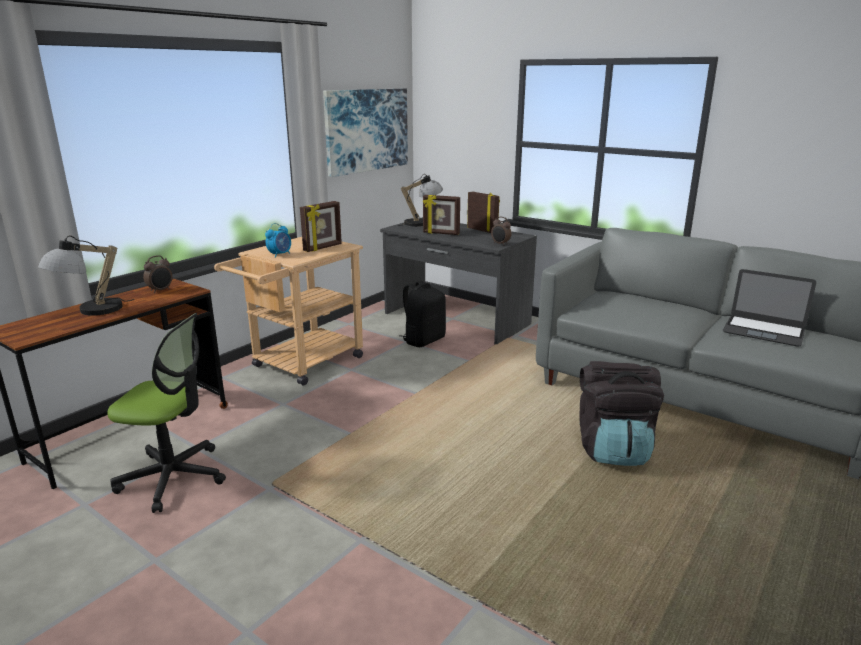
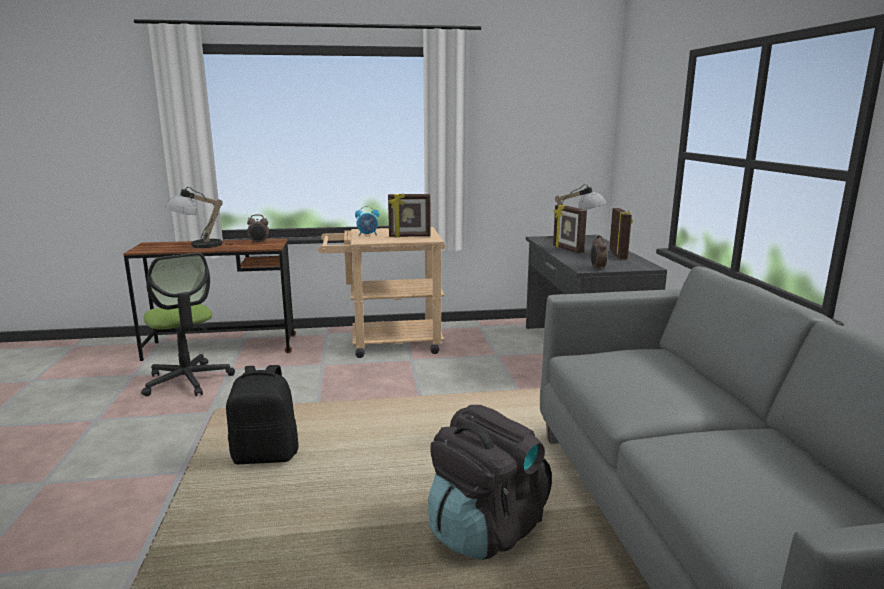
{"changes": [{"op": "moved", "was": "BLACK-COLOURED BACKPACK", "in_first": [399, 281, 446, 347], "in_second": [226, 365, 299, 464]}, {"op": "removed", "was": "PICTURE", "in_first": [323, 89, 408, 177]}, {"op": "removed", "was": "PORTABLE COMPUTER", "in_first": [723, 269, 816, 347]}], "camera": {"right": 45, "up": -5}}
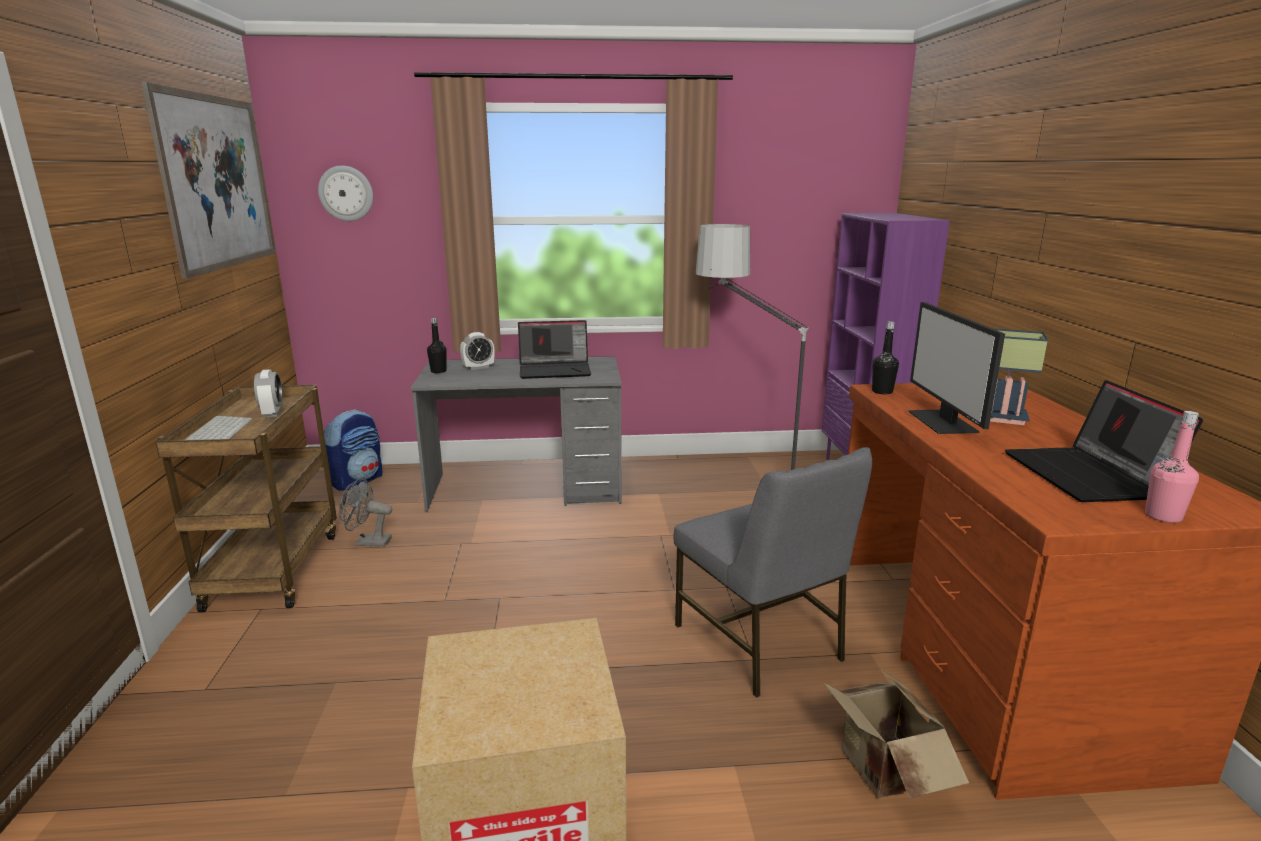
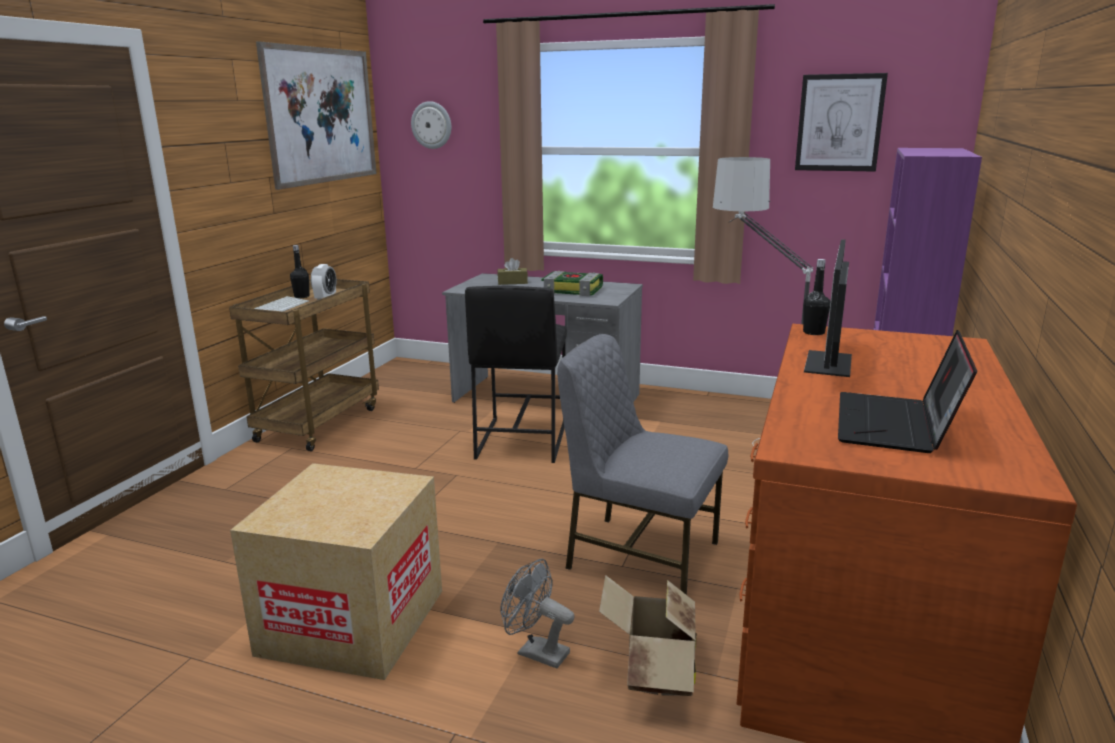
{"changes": [{"op": "moved", "was": "BLACK-COLOURED DRINK BOTTLE", "in_first": [427, 318, 447, 373], "in_second": [290, 245, 310, 298]}, {"op": "added", "now": "BLACK-COLOURED STOOL SEAT", "in_second": [465, 286, 567, 463]}, {"op": "replaced", "was": "TABLE CLOCK", "now": "BROWNISH TISSUE HOLDER", "in_first": [460, 332, 495, 370], "in_second": [497, 258, 528, 285]}, {"op": "moved", "was": "GREY FAN", "in_first": [339, 477, 392, 547], "in_second": [500, 559, 575, 668]}, {"op": "replaced", "was": "PORTABLE COMPUTER", "now": "BOUND BOOK", "in_first": [518, 320, 591, 379], "in_second": [541, 271, 603, 296]}, {"op": "turned", "was": "GREY UPRIGHT CHAIR", "in_first": [674, 447, 872, 698], "in_second": [557, 334, 728, 595], "clockwise": 120}, {"op": "added", "now": "PICTURE", "in_second": [795, 73, 888, 172]}, {"op": "removed", "was": "BACKPACK", "in_first": [324, 410, 383, 491]}, {"op": "removed", "was": "LAMP FOR A TABLE", "in_first": [990, 328, 1048, 425]}, {"op": "removed", "was": "PINKISH DRINK BOTTLE", "in_first": [1145, 411, 1199, 523]}], "camera": {"right": 25, "up": 0}}
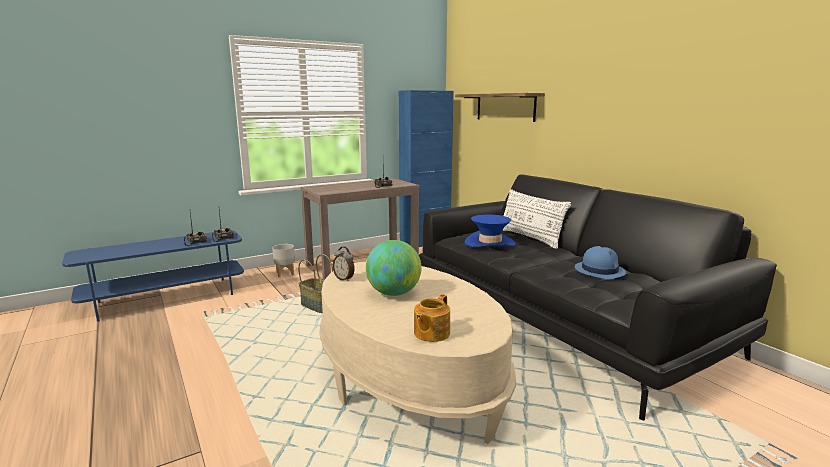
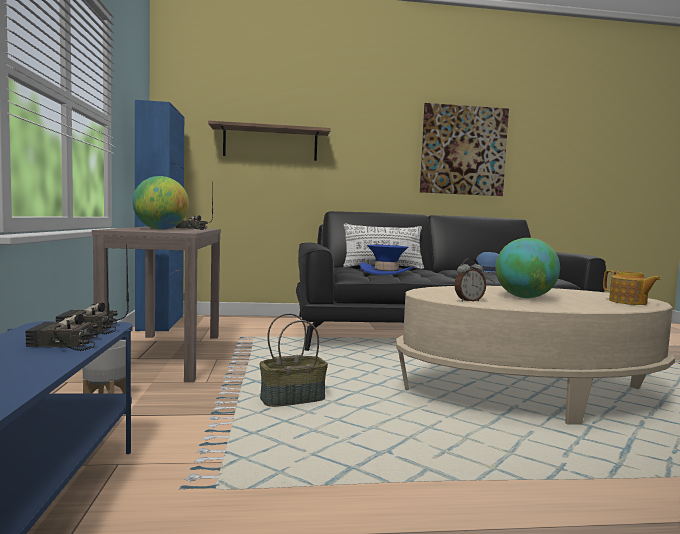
{"changes": [{"op": "added", "now": "GLOBE", "in_second": [133, 176, 189, 230]}, {"op": "added", "now": "PICTURE", "in_second": [420, 103, 509, 196]}], "camera": {"right": -65, "up": -10}}
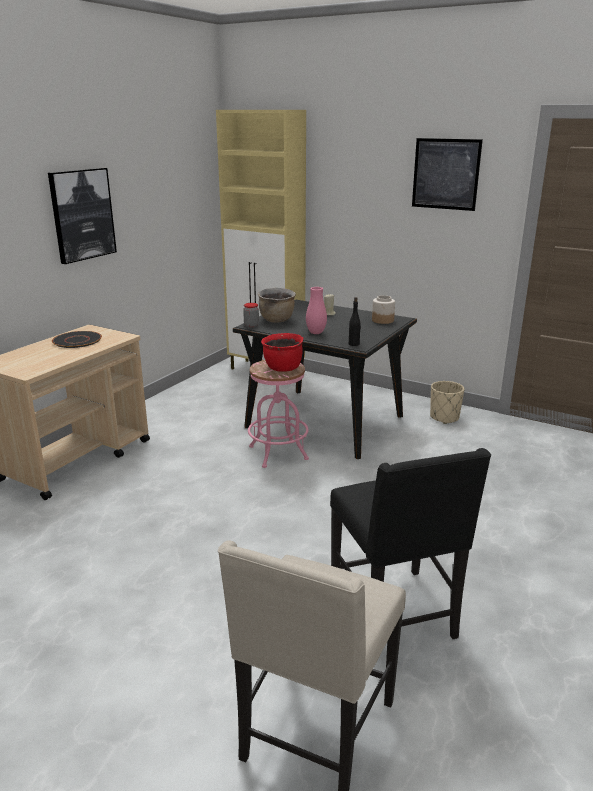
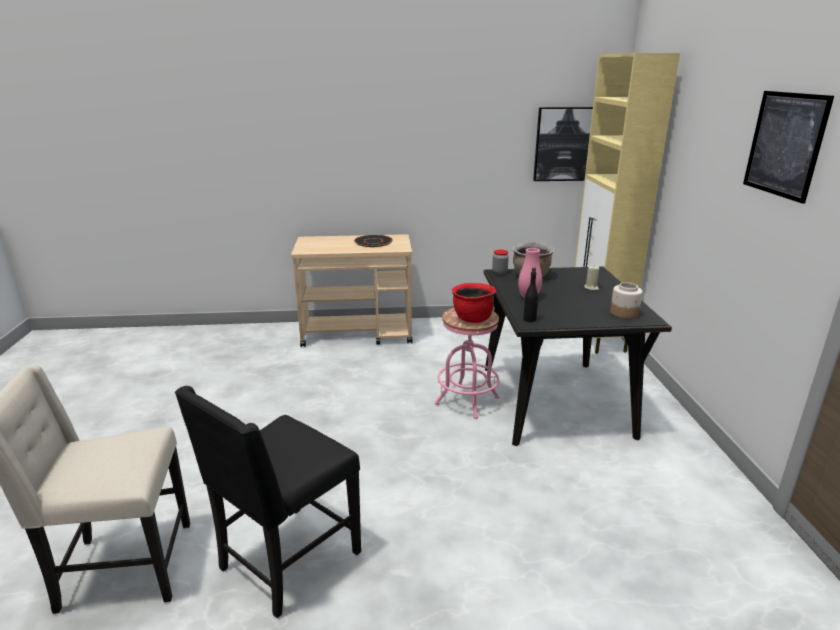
{"changes": [{"op": "moved", "was": "PICTURE", "in_first": [48, 168, 117, 264], "in_second": [533, 107, 593, 181]}, {"op": "removed", "was": "BEIGE-COLOURED PLANT POT", "in_first": [430, 381, 464, 424]}], "camera": {"right": 55, "up": 0}}
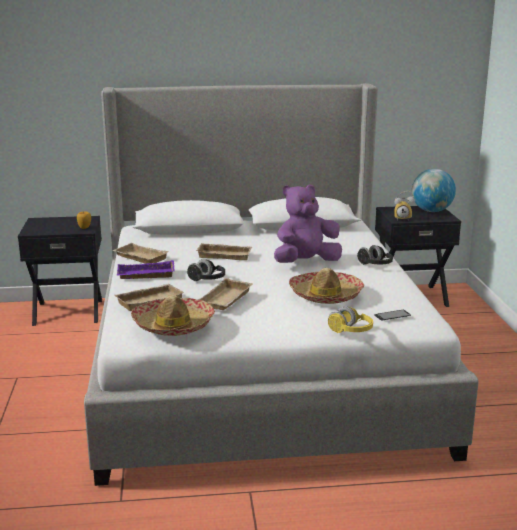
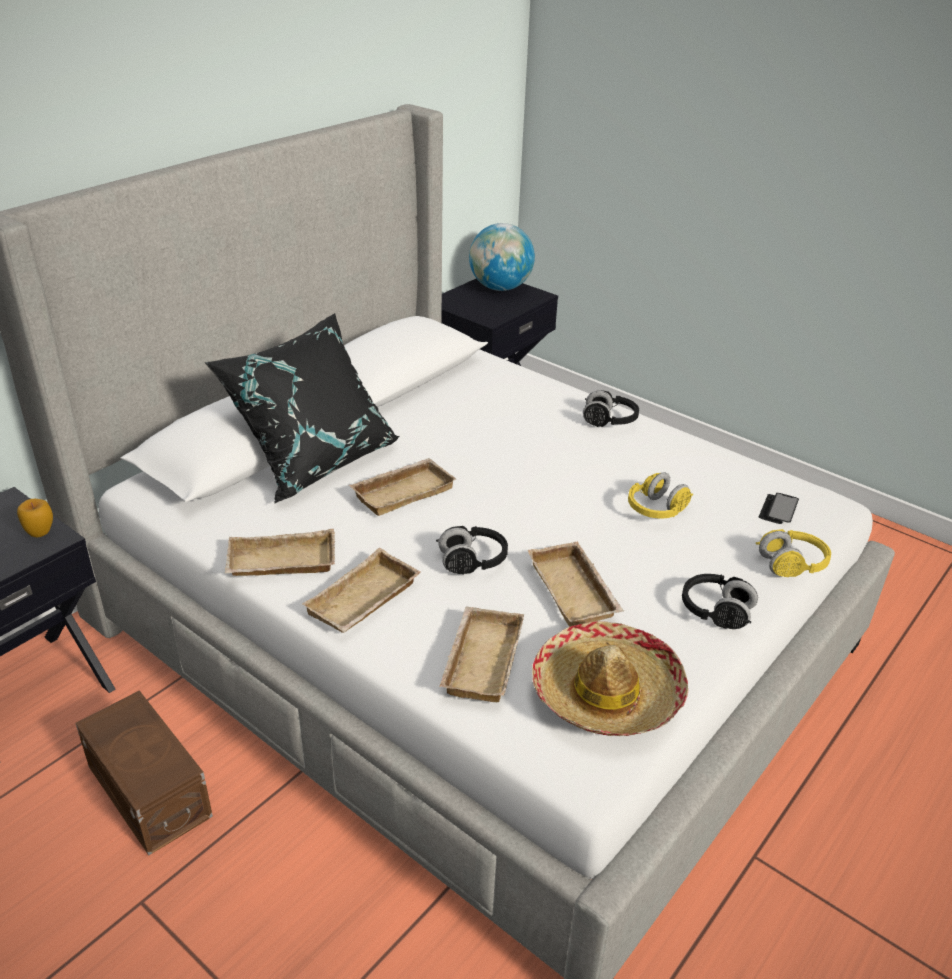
{"changes": [{"op": "added", "now": "BROWNISH STORAGE BIN", "in_second": [75, 690, 213, 856]}, {"op": "added", "now": "BLACK-COLOURED THROW PILLOW", "in_second": [205, 313, 400, 503]}, {"op": "recoloured", "was": "PURPLISH SERVING TRAY", "now": "BEIGE-COLOURED SERVING TRAY", "in_first": [117, 260, 175, 279], "in_second": [302, 548, 420, 633]}, {"op": "replaced", "was": "WEARABLE HAT", "now": "YELLOW-COLOURED HEADSET", "in_first": [289, 268, 364, 304], "in_second": [628, 472, 693, 519]}, {"op": "added", "now": "BLACK-COLOURED HEADSET", "in_second": [682, 574, 758, 629]}, {"op": "removed", "was": "PURPLISH CUDDLY TOY", "in_first": [274, 185, 342, 263]}, {"op": "removed", "was": "TABLE CLOCK", "in_first": [394, 191, 415, 221]}], "camera": {"right": -45, "up": 15}}
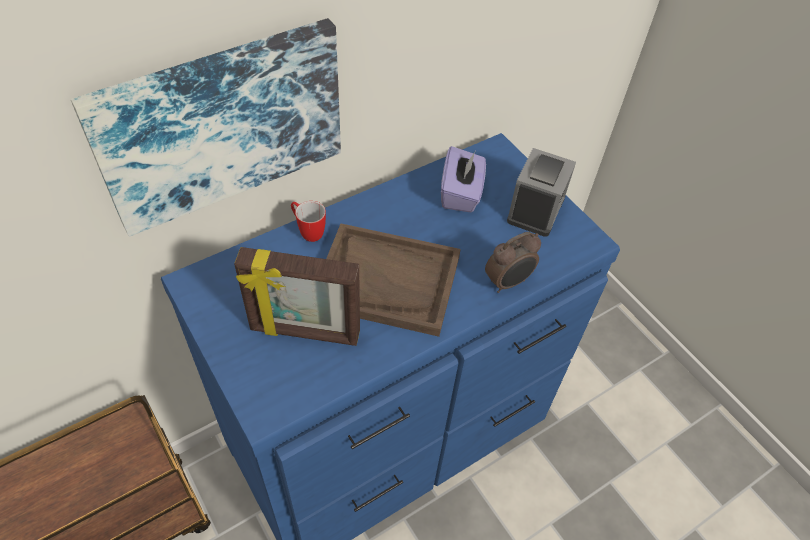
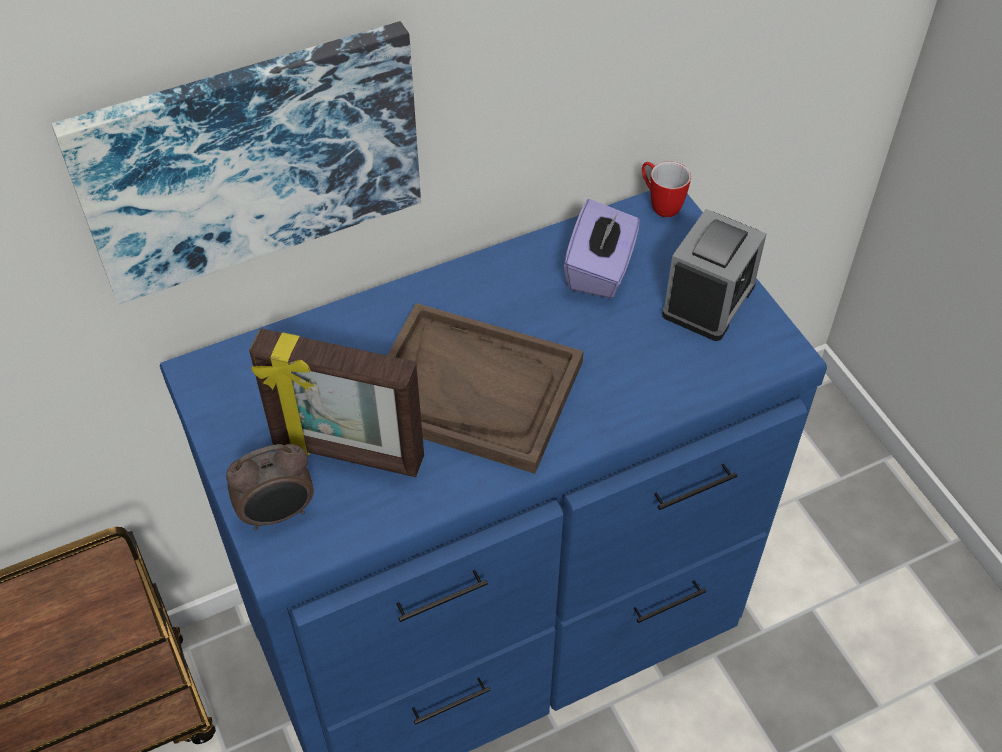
{"changes": [{"op": "moved", "was": "TABLE CLOCK", "in_first": [485, 232, 541, 293], "in_second": [226, 444, 314, 530]}, {"op": "moved", "was": "COFFEE MUG", "in_first": [291, 201, 326, 242], "in_second": [642, 161, 691, 217]}], "camera": {"right": 10, "up": 0}}
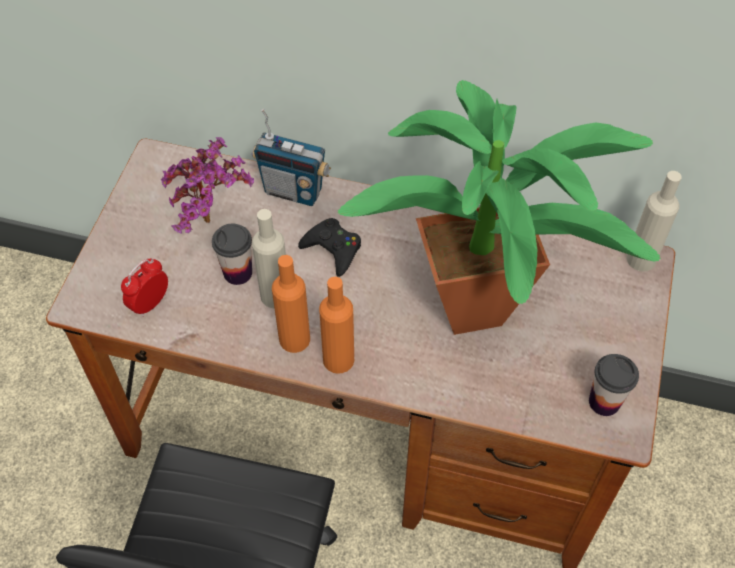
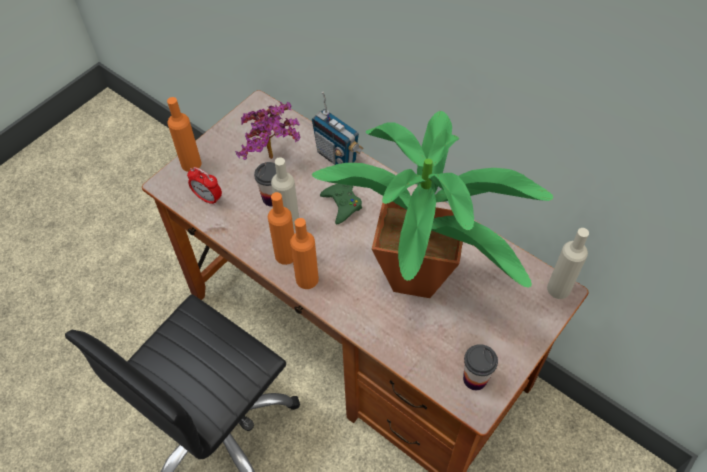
{"changes": [{"op": "added", "now": "ORANGEY DRINK BOTTLE", "in_second": [167, 97, 202, 172]}, {"op": "turned", "was": "TABLE CLOCK", "in_first": [121, 258, 168, 317], "in_second": [187, 167, 222, 205], "clockwise": -120}, {"op": "recoloured", "was": "BLACK-COLOURED GAMEPAD", "now": "GREEN GAMEPAD", "in_first": [298, 218, 361, 277], "in_second": [320, 184, 362, 224]}], "camera": {"right": 25, "up": 0}}
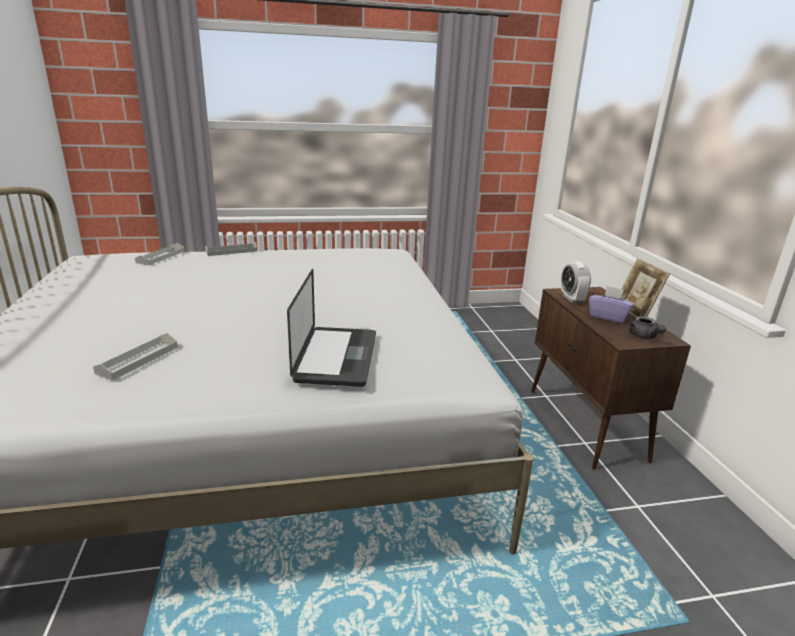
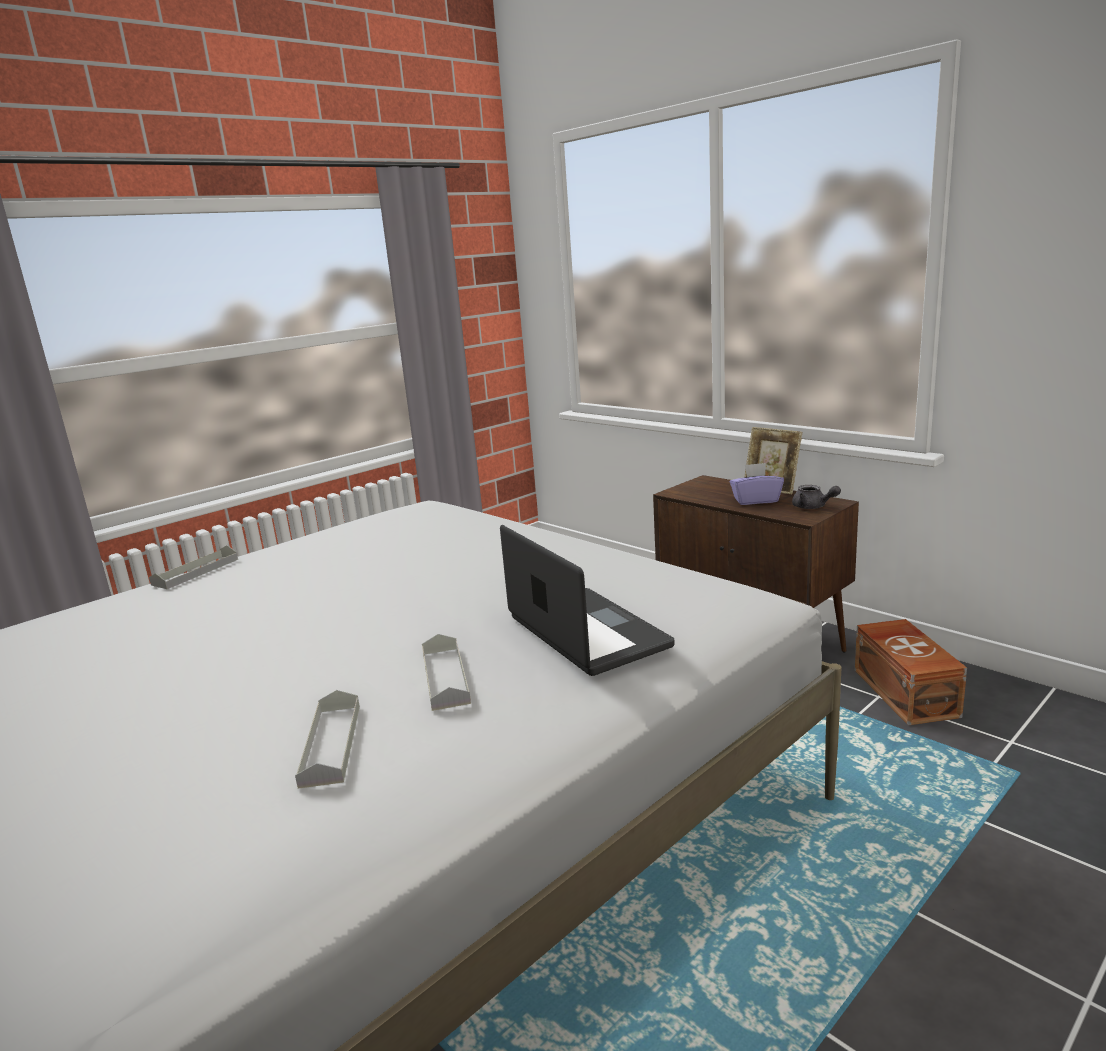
{"changes": [{"op": "moved", "was": "GREY SERVING TRAY", "in_first": [135, 243, 184, 265], "in_second": [422, 634, 471, 711]}, {"op": "added", "now": "BROWNISH STORAGE BIN", "in_second": [855, 619, 967, 725]}, {"op": "removed", "was": "TABLE CLOCK", "in_first": [561, 262, 591, 303]}], "camera": {"right": -30, "up": -5}}
